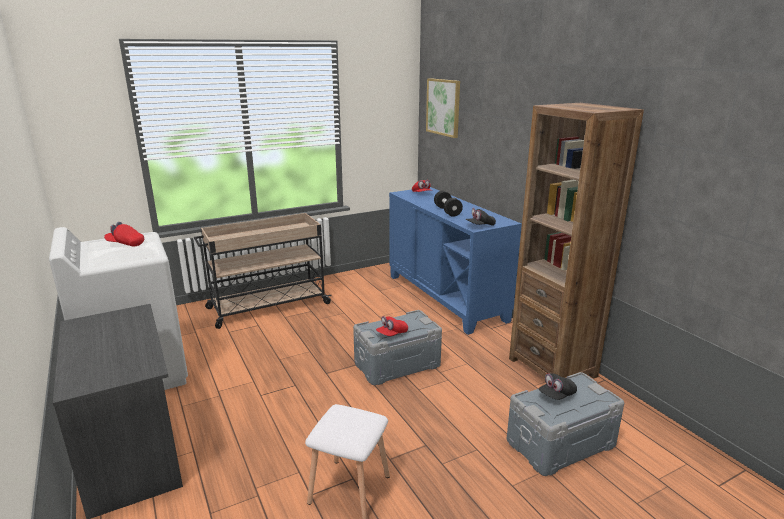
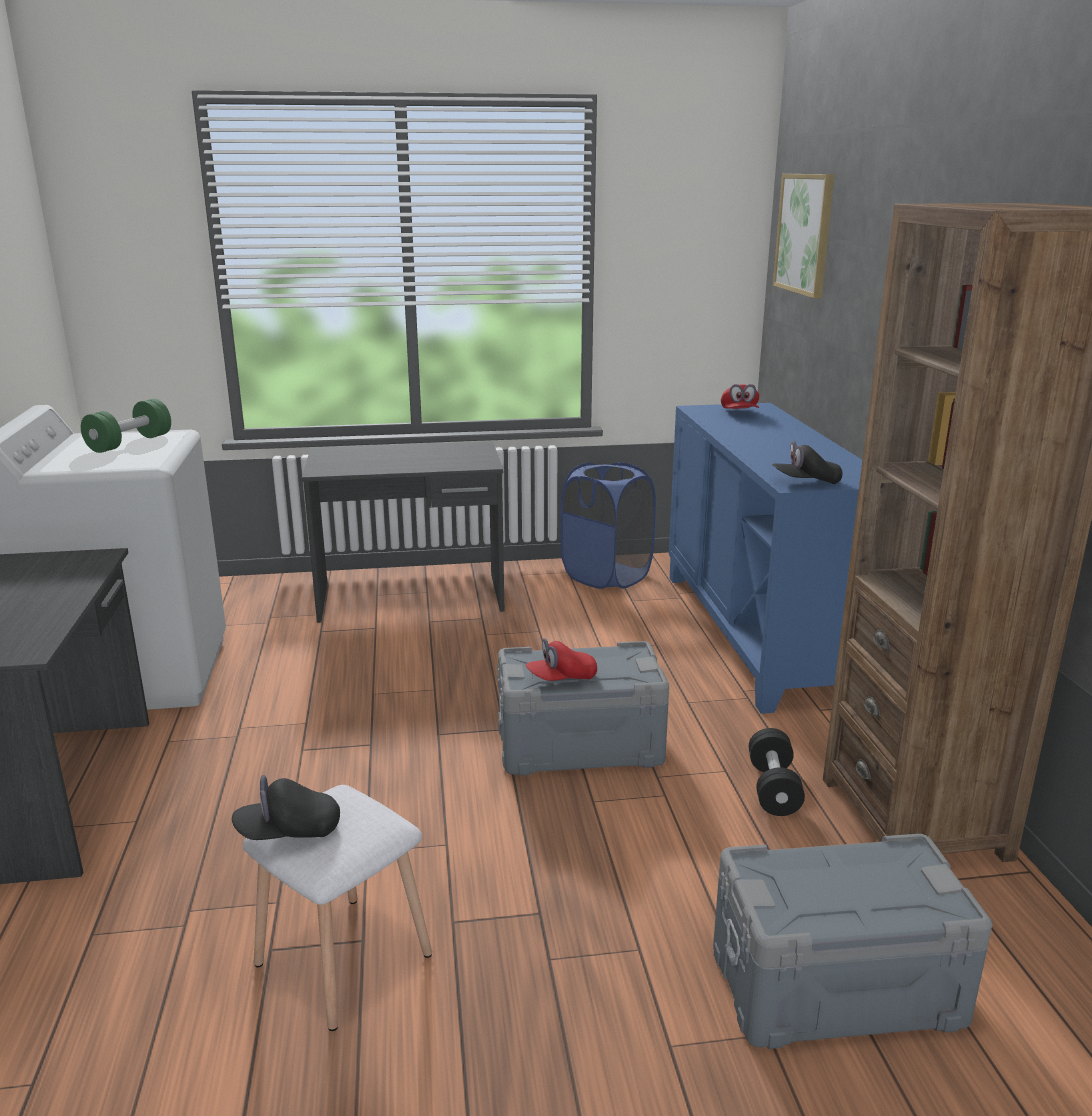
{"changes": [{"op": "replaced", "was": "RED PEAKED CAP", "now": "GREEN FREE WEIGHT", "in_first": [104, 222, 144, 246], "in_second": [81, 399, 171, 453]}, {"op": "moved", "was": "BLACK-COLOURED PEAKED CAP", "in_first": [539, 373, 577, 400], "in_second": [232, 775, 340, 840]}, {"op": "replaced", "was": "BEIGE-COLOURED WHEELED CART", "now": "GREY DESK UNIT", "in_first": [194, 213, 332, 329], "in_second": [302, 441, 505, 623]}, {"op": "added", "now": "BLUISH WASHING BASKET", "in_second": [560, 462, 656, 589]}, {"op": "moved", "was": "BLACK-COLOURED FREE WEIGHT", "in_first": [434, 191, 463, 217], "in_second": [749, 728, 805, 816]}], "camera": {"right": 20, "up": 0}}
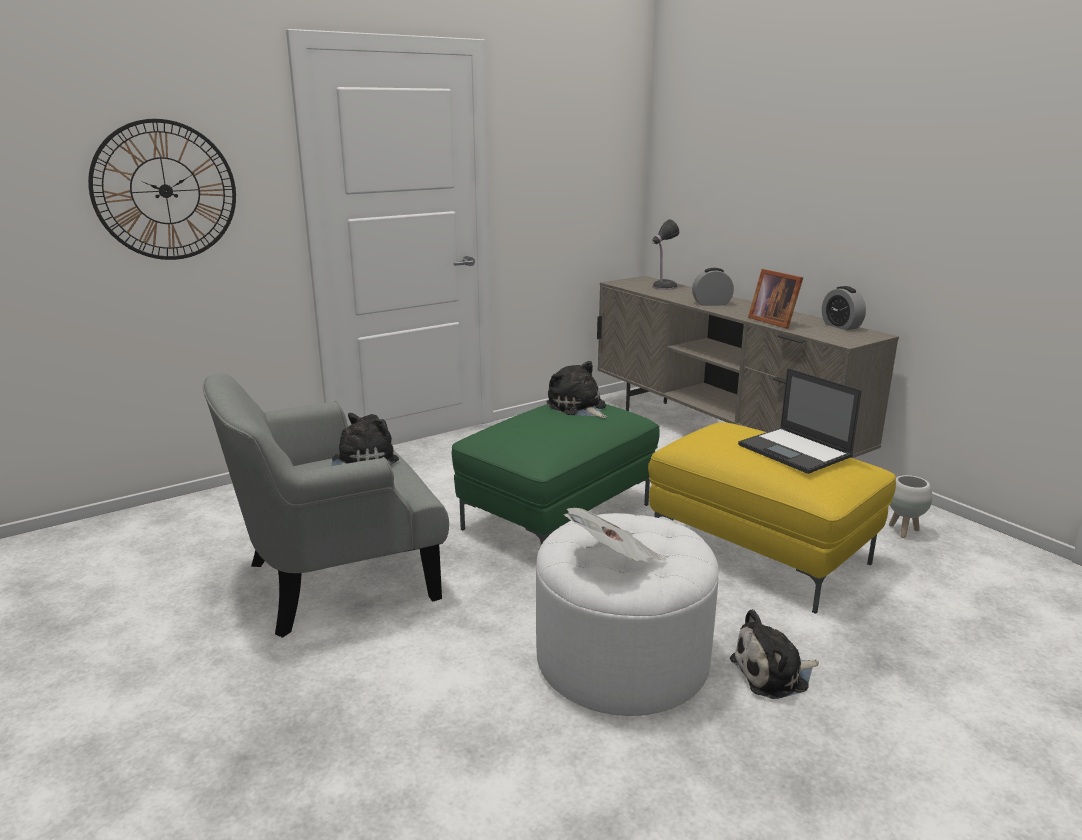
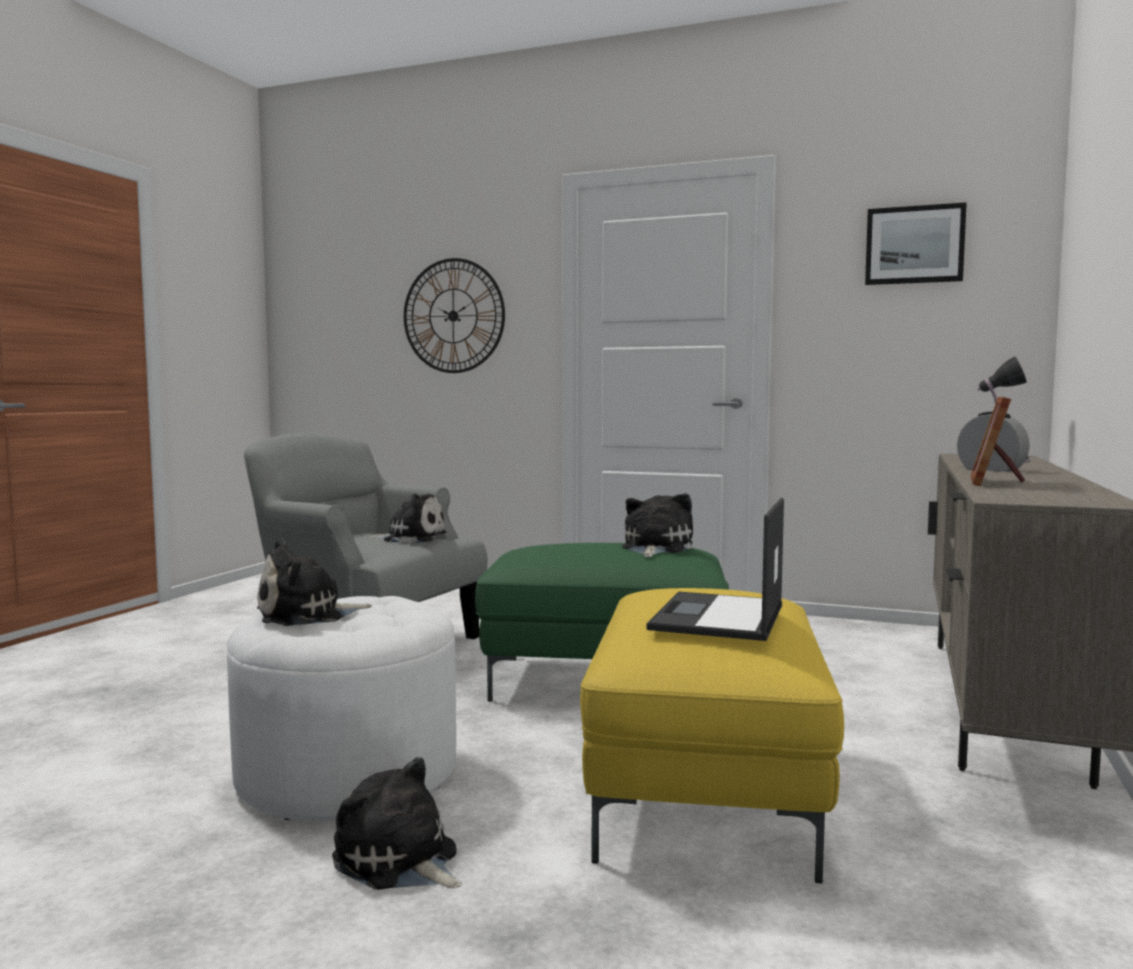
{"changes": [{"op": "replaced", "was": "DAILY PAPER", "now": "CUDDLY TOY", "in_first": [564, 508, 666, 563], "in_second": [257, 538, 372, 626]}, {"op": "added", "now": "PICTURE", "in_second": [865, 202, 967, 285]}, {"op": "removed", "was": "TABLE CLOCK", "in_first": [822, 286, 866, 330]}, {"op": "removed", "was": "WHITISH PLANT POT", "in_first": [889, 475, 932, 538]}], "camera": {"right": 55, "up": -15}}
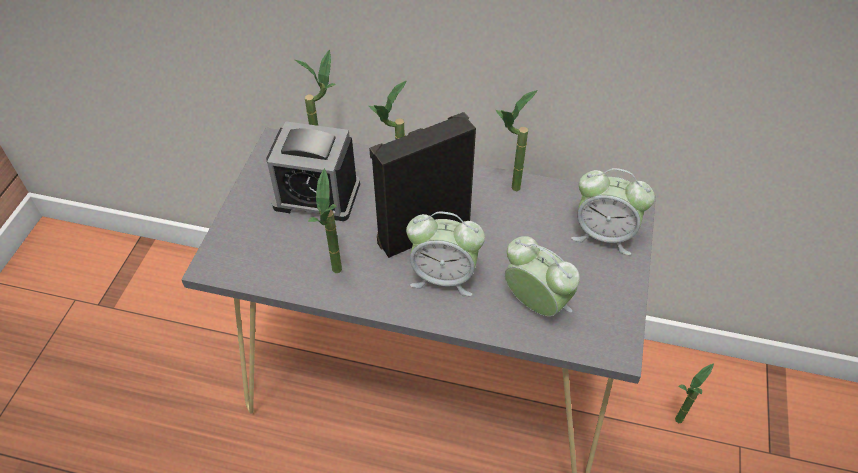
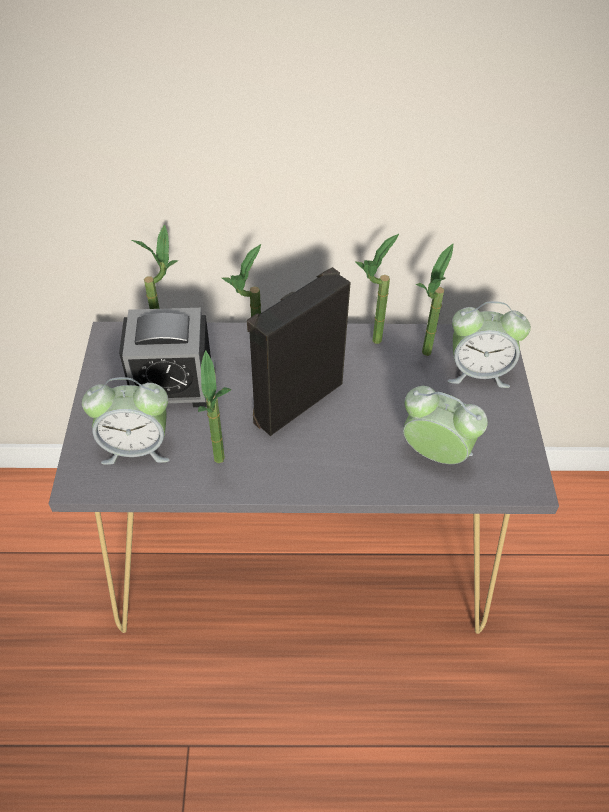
{"changes": [{"op": "moved", "was": "TABLE CLOCK", "in_first": [406, 212, 485, 296], "in_second": [82, 377, 170, 465]}, {"op": "moved", "was": "POTTED PLANT", "in_first": [675, 363, 714, 423], "in_second": [416, 244, 453, 356]}], "camera": {"right": -15, "up": 0}}
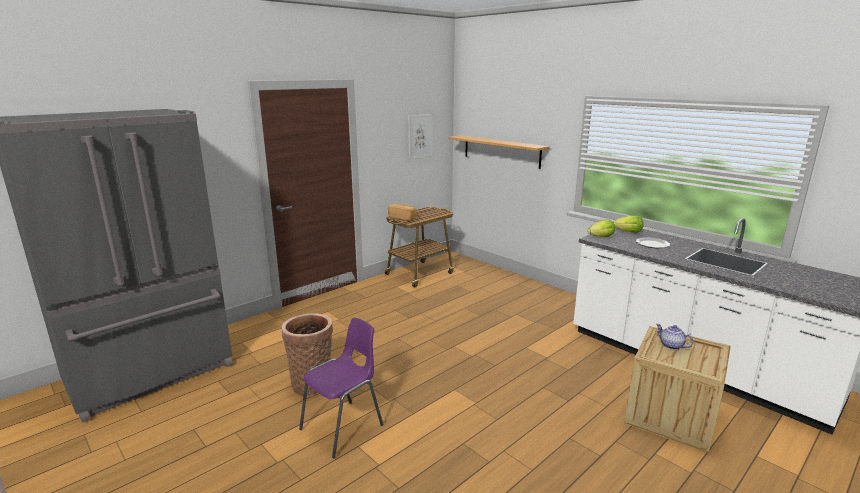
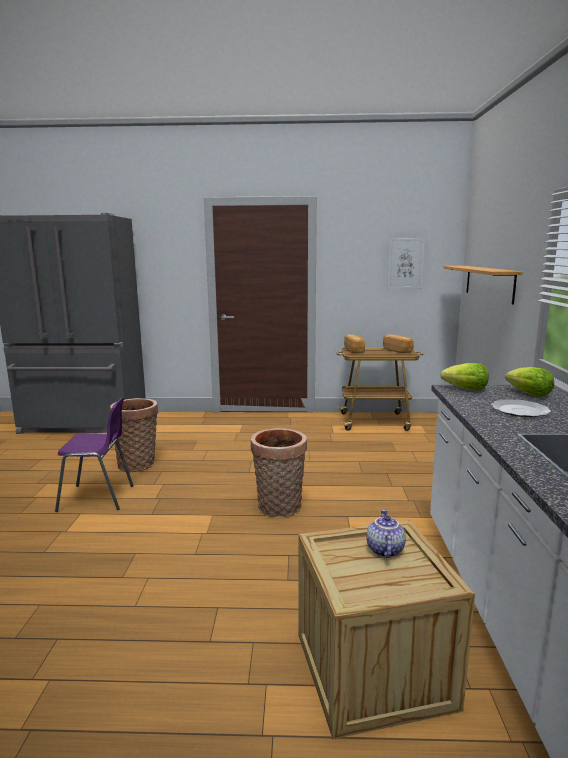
{"changes": [{"op": "added", "now": "HOUSEHOLD BASKET", "in_second": [251, 428, 307, 517]}, {"op": "added", "now": "BAKED BREAD", "in_second": [383, 335, 414, 353]}], "camera": {"right": 45, "up": -5}}
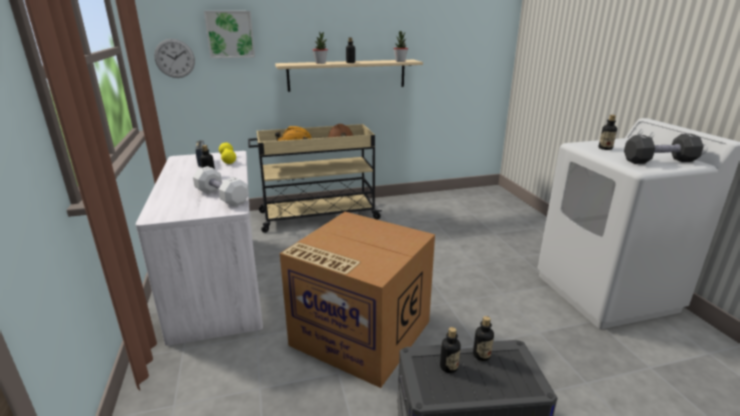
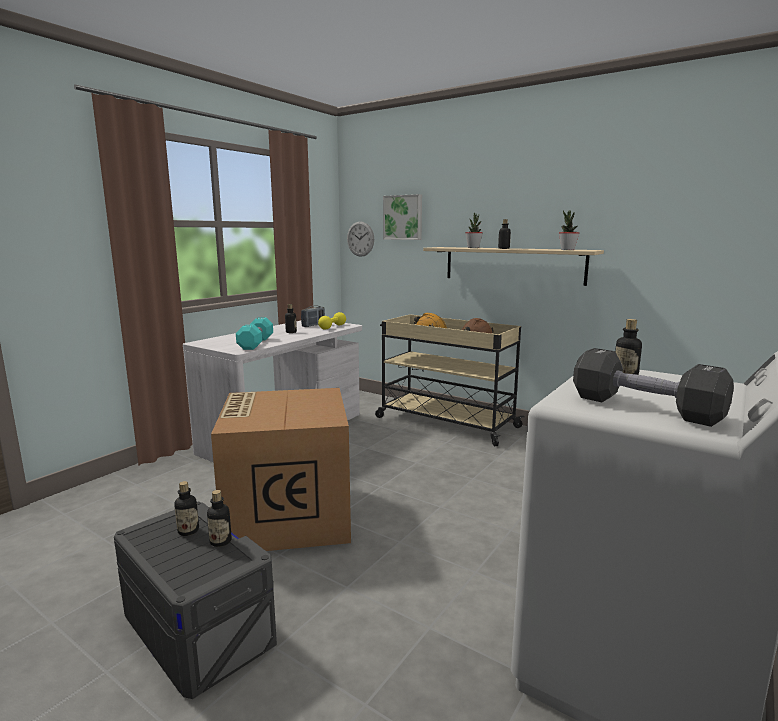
{"changes": [{"op": "recoloured", "was": "WHITISH FREE WEIGHT", "now": "TURQUOISE FREE WEIGHT", "in_first": [193, 166, 249, 207], "in_second": [236, 318, 273, 350]}], "camera": {"right": 50, "up": -10}}
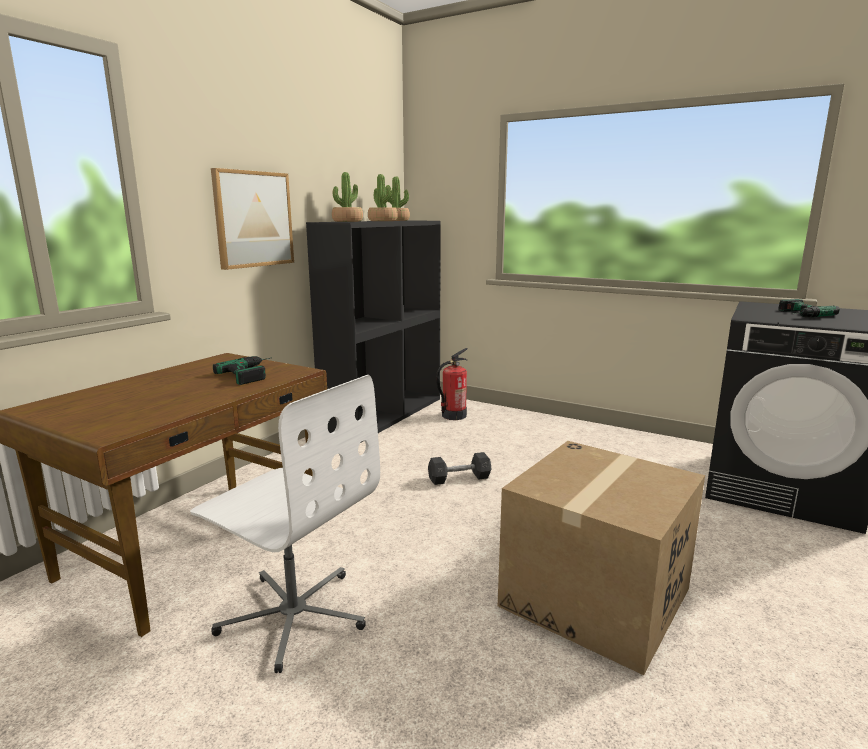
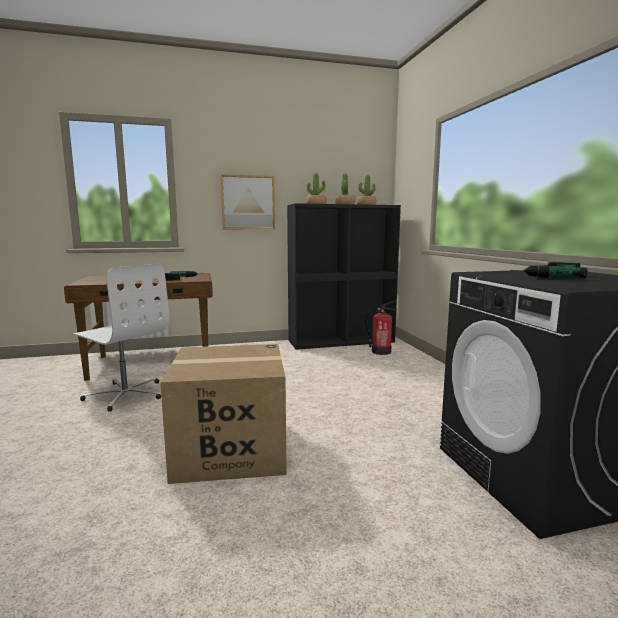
{"changes": [{"op": "turned", "was": "WHITISH DESK CHAIR", "in_first": [190, 375, 380, 673], "in_second": [71, 264, 169, 412], "clockwise": -45}, {"op": "removed", "was": "GREY FREE WEIGHT", "in_first": [428, 452, 492, 485]}], "camera": {"right": 45, "up": -5}}
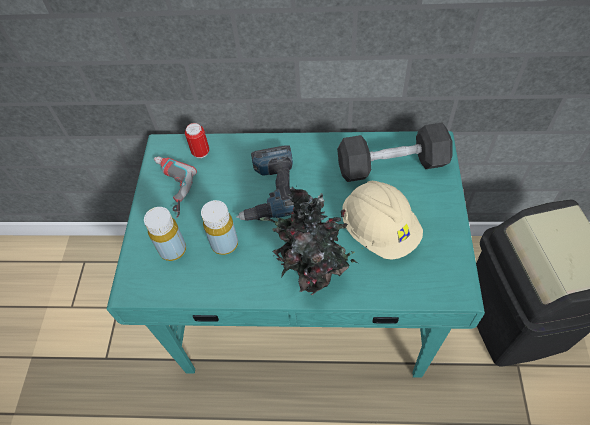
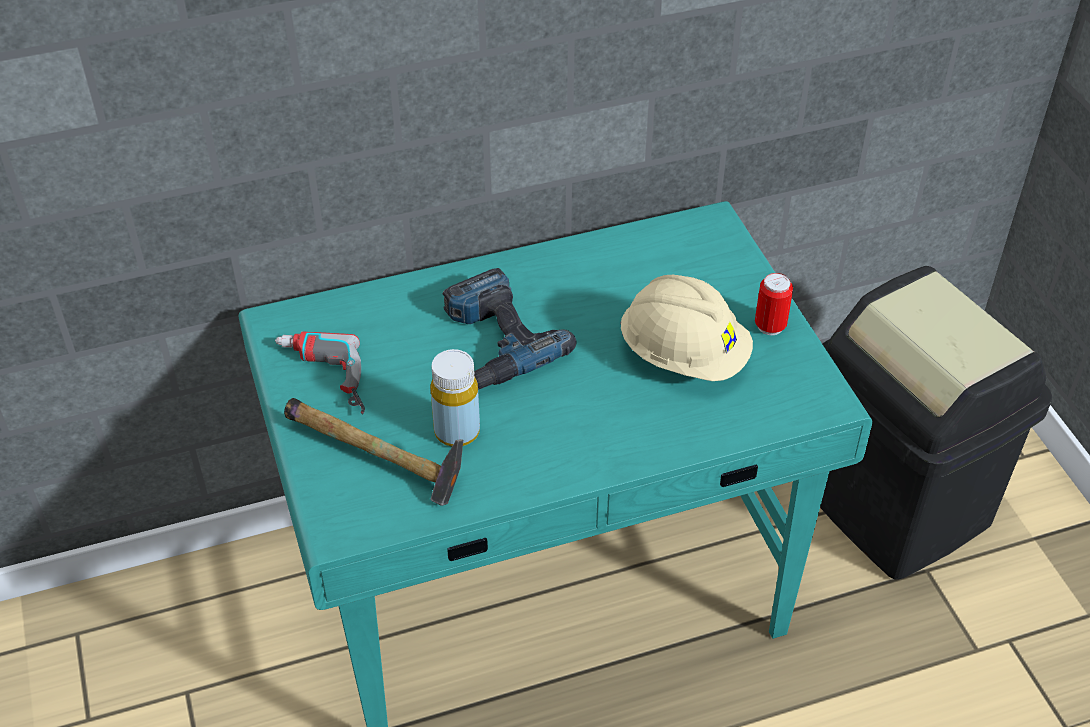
{"changes": [{"op": "replaced", "was": "YELLOW-COLOURED DRINK BOTTLE", "now": "TOOL HAMMER", "in_first": [144, 207, 186, 261], "in_second": [284, 398, 463, 506]}, {"op": "moved", "was": "SEALED CAN", "in_first": [185, 123, 209, 158], "in_second": [755, 273, 793, 335]}, {"op": "removed", "was": "POTTED PLANT", "in_first": [260, 187, 367, 295]}, {"op": "removed", "was": "BLACK-COLOURED FREE WEIGHT", "in_first": [337, 122, 453, 182]}], "camera": {"right": -25, "up": -10}}
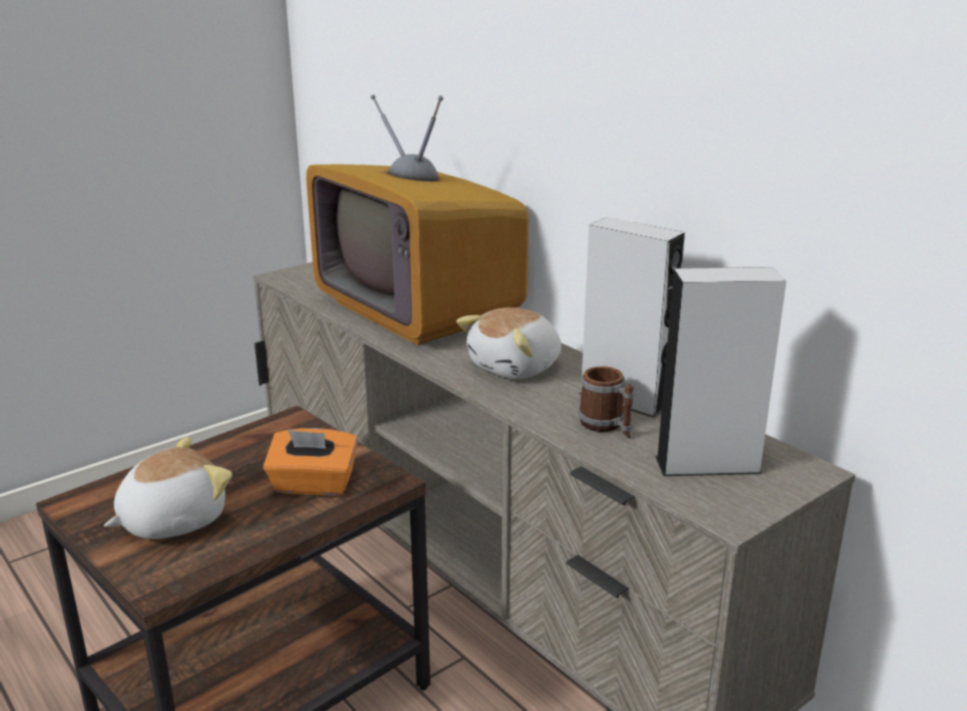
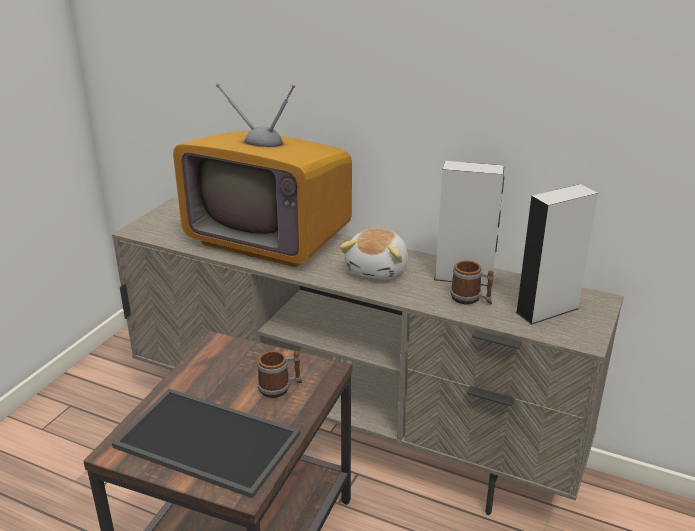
{"changes": [{"op": "replaced", "was": "CUDDLY TOY", "now": "SERVING TRAY", "in_first": [104, 436, 232, 539], "in_second": [112, 389, 300, 498]}, {"op": "replaced", "was": "ORANGEY TISSUE HOLDER", "now": "COFFEE MUG", "in_first": [263, 428, 358, 496], "in_second": [257, 351, 302, 398]}], "camera": {"right": -25, "up": 5}}
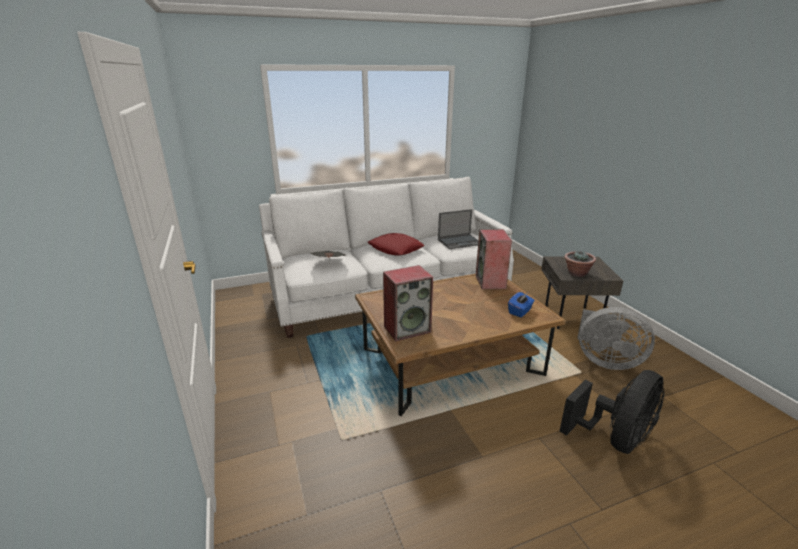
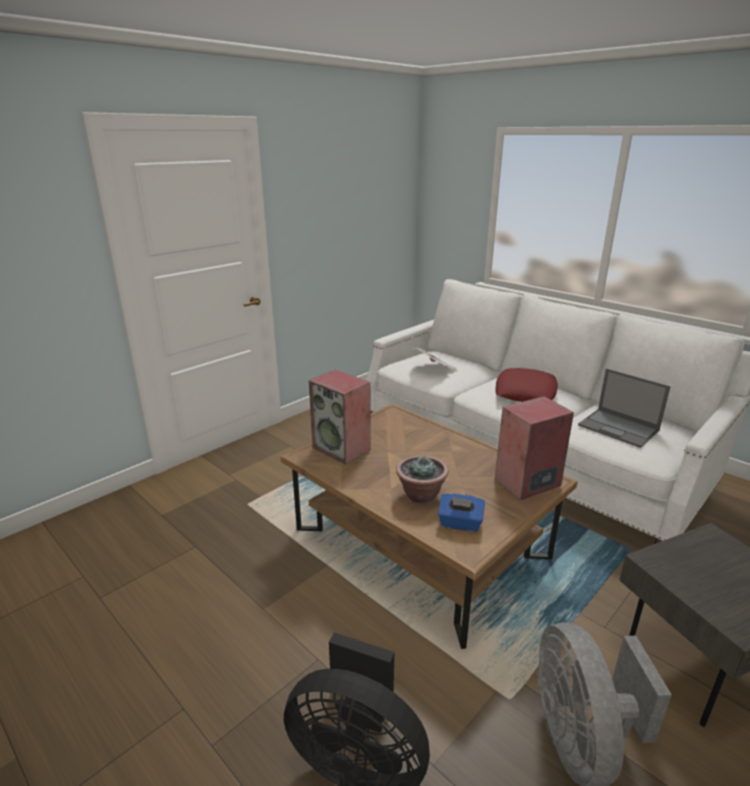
{"changes": [{"op": "moved", "was": "POTTED PLANT", "in_first": [564, 251, 596, 277], "in_second": [396, 455, 449, 504]}], "camera": {"right": 65, "up": 0}}
